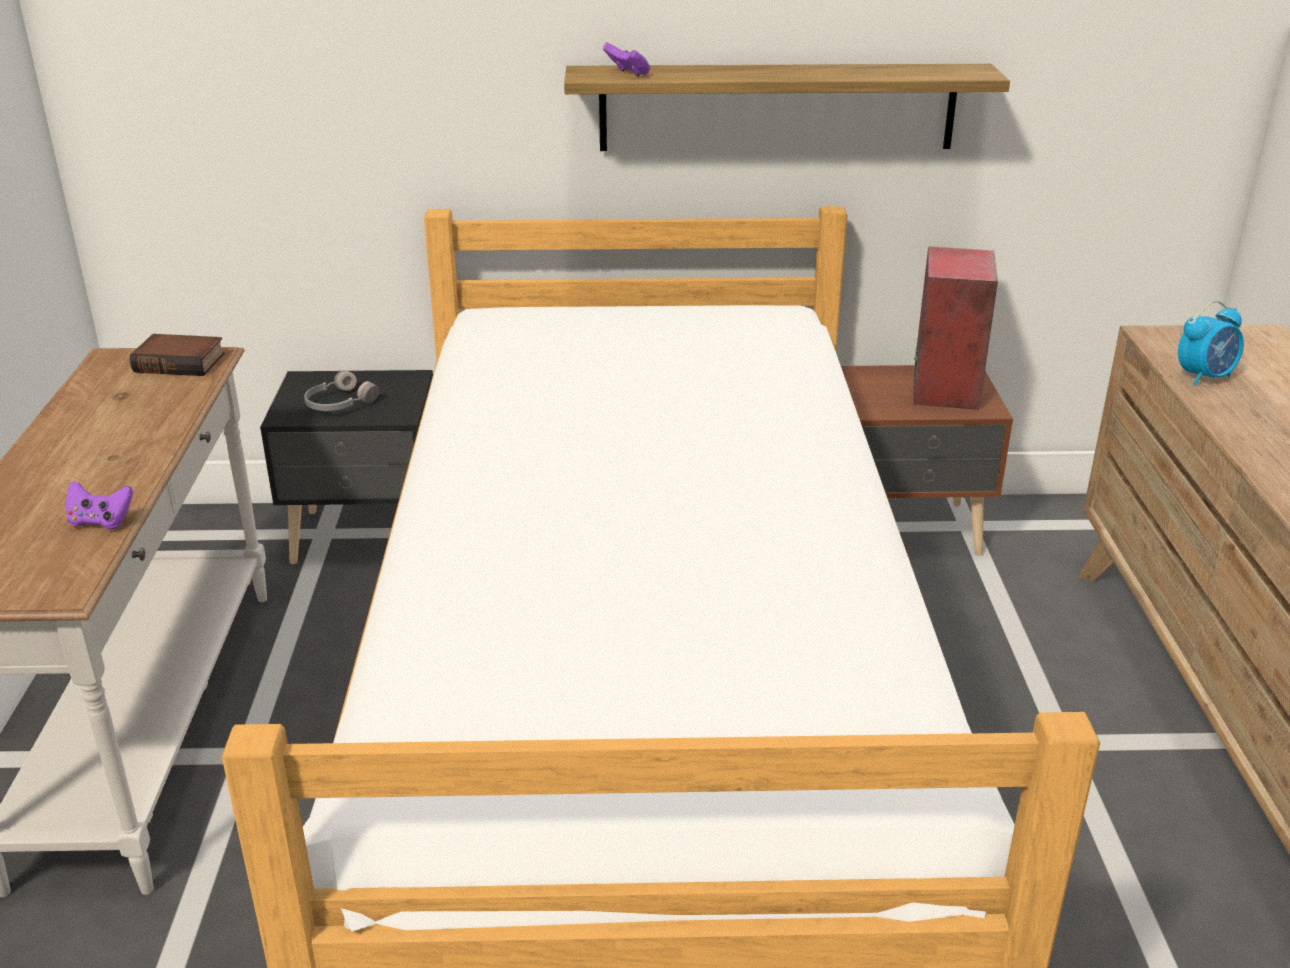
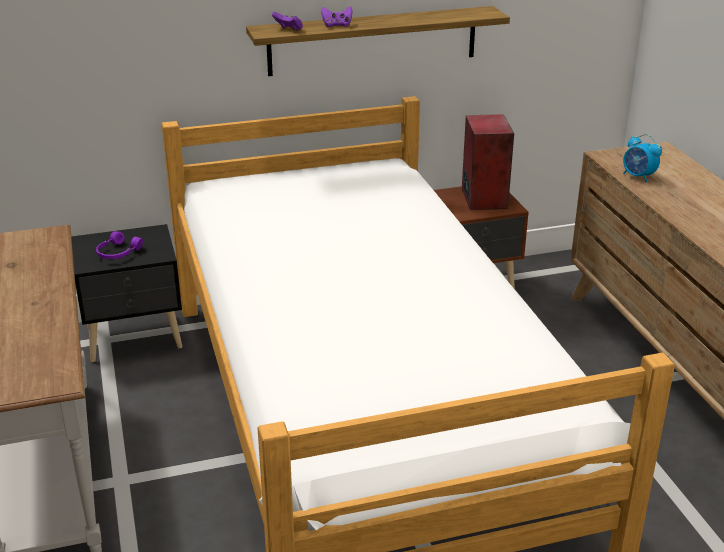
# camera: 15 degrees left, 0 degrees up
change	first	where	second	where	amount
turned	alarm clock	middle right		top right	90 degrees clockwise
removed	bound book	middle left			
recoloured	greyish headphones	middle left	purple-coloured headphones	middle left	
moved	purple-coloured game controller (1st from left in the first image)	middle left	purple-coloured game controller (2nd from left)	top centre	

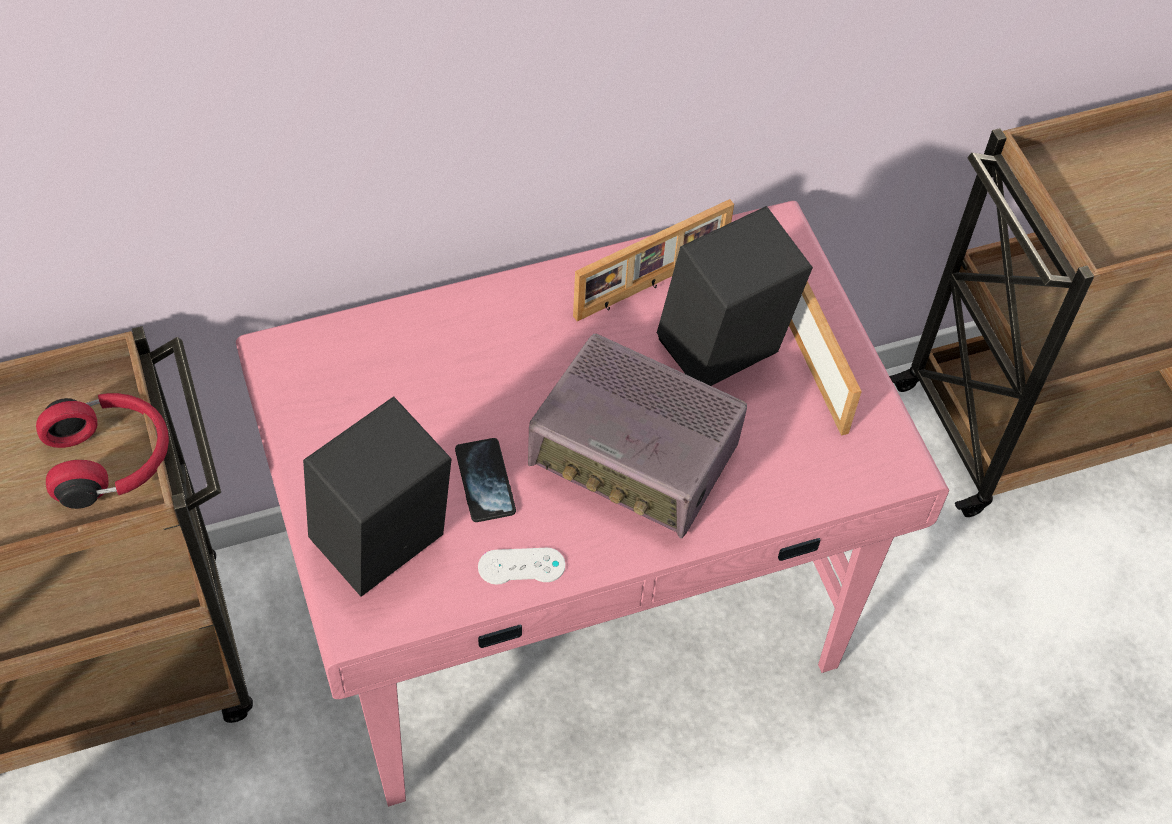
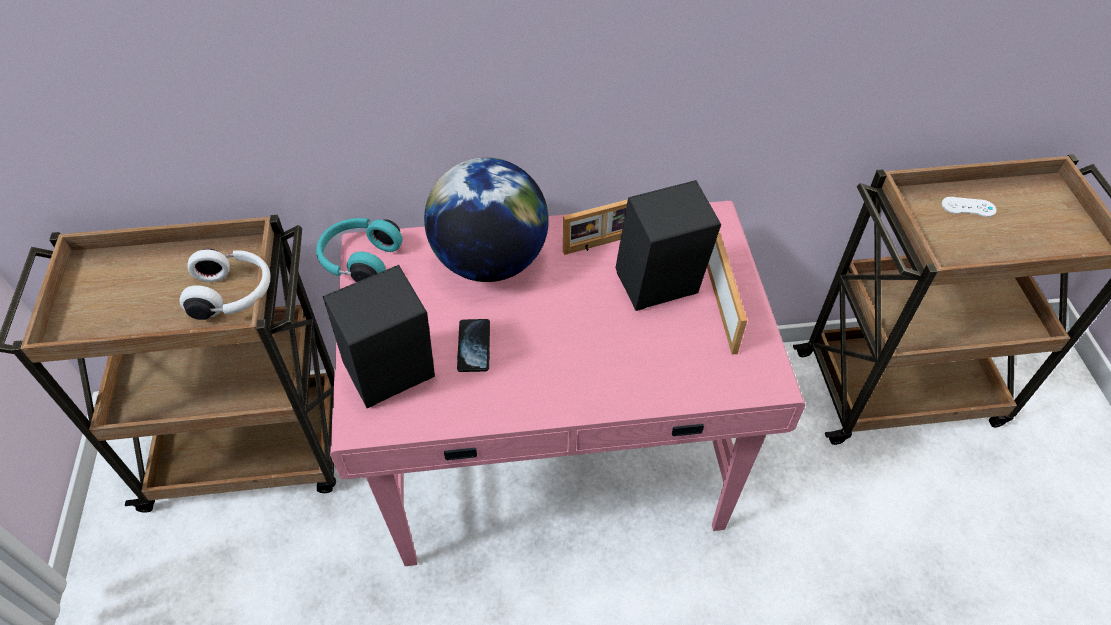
# camera: 15 degrees right, 5 degrees down
change	first	where	second	where	amount
removed	radio	centre			
recoloured	red headphones	middle left	white-coloured headphones	middle left	
moved	white-coloured game controller	bottom centre		top right	
added			desk globe	centre	
added			blue-green headphones	middle left	

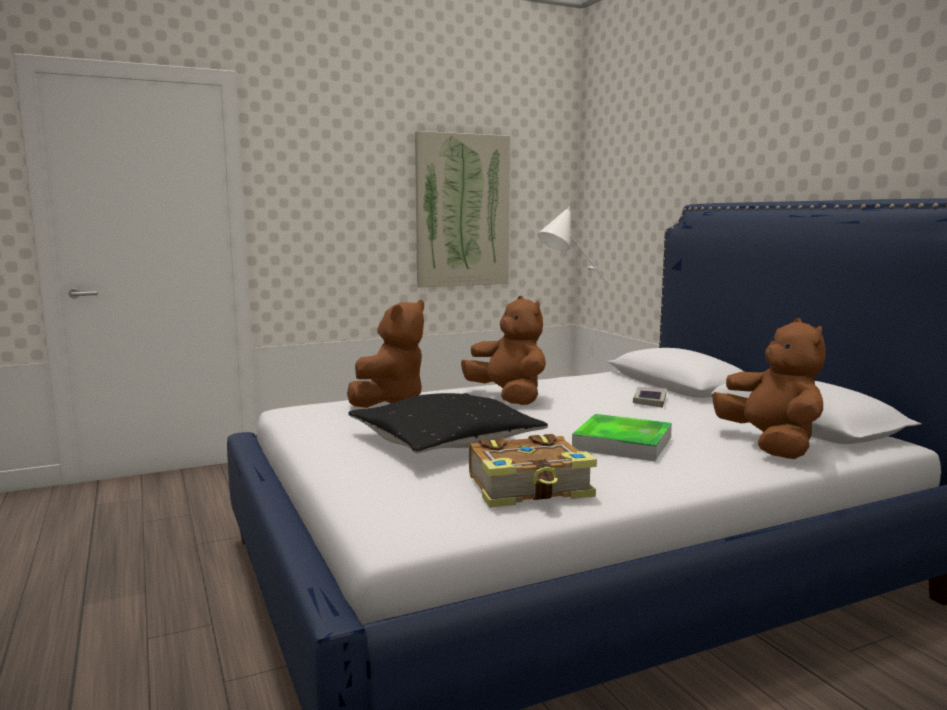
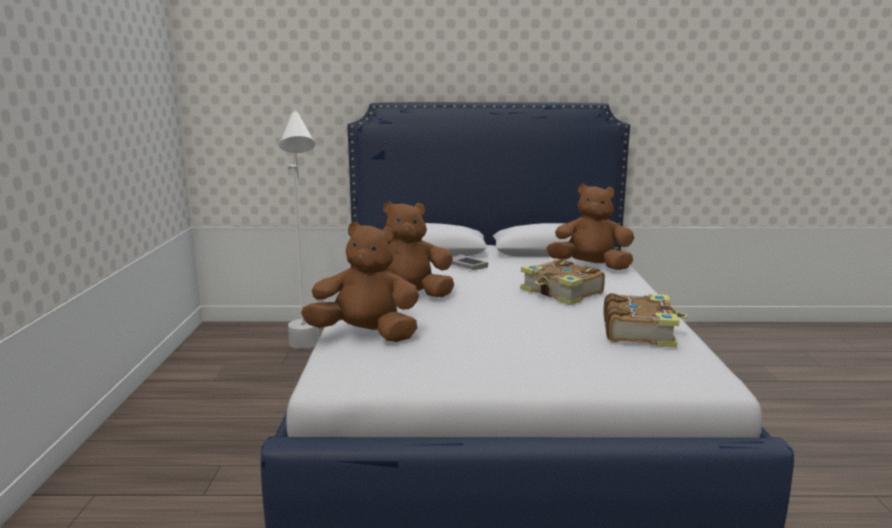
# camera: 65 degrees left, 5 degrees up
change	first	where	second	where	amount
removed	wall picture	top centre			
turned	brownish soft toy (1st from left)	centre		centre	45 degrees counterclockwise
removed	blackish pillow	centre			
replaced	carrying tray	centre	bound book (2nd from left)	centre	

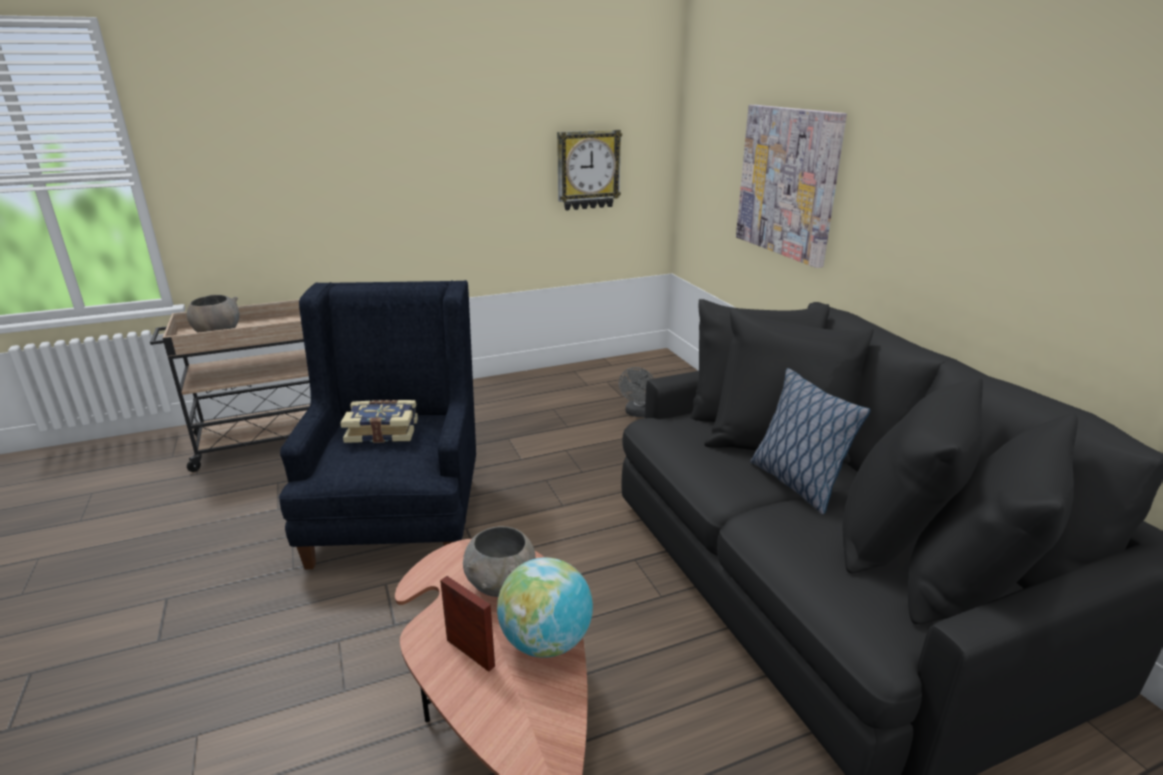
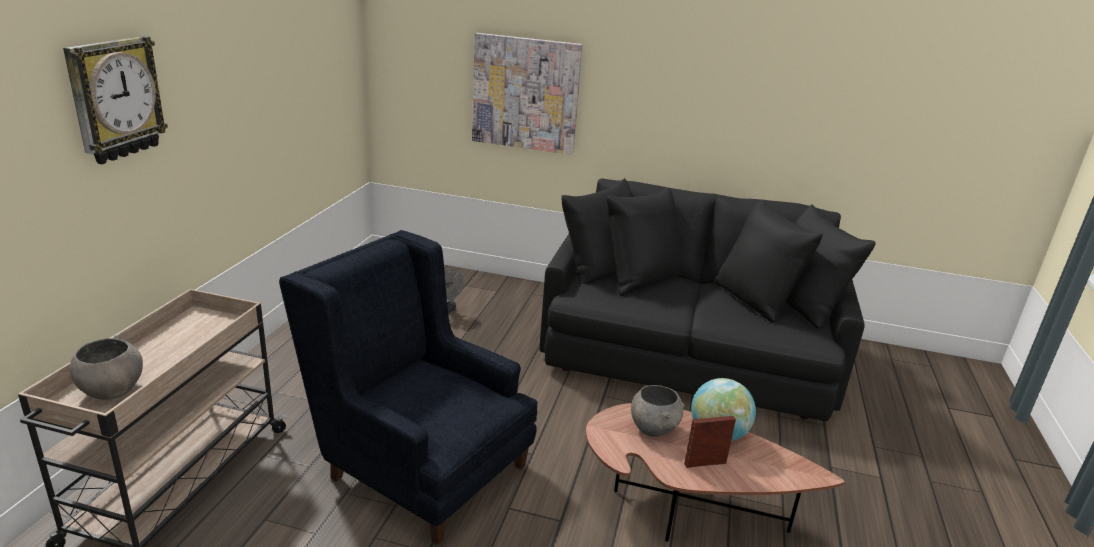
# camera: 55 degrees left, 0 degrees up
change	first	where	second	where	amount
moved	hanging clock	top centre		top left	
removed	pillow	middle right			
removed	bound book	middle left			

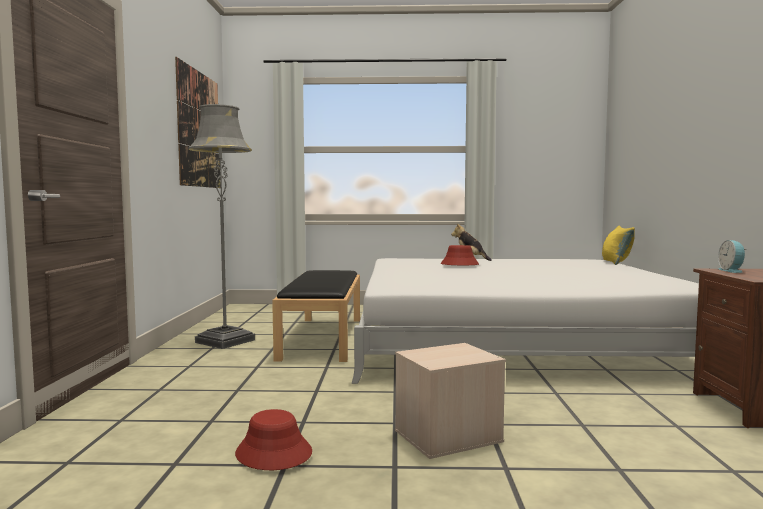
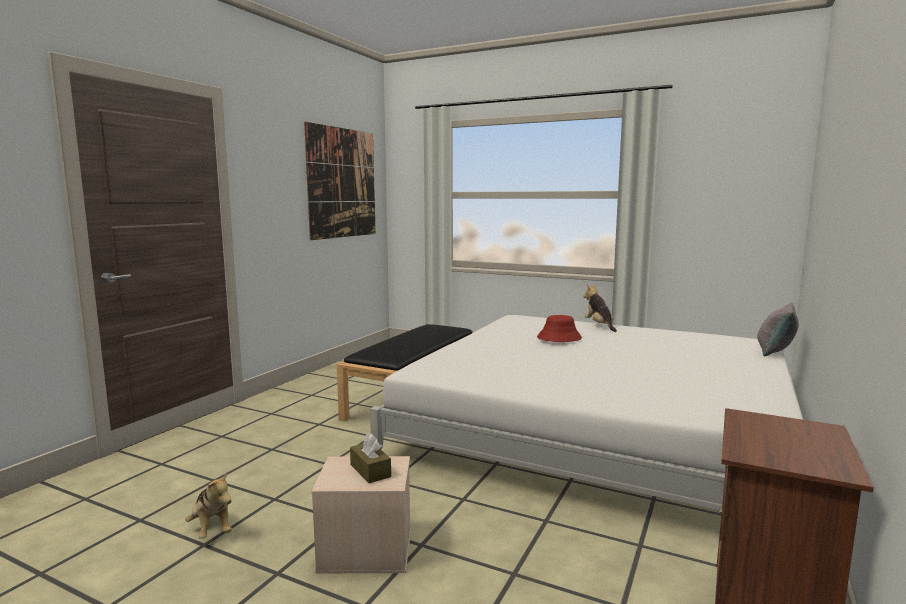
# camera: 25 degrees right, 5 degrees up
change	first	where	second	where	amount
removed	greyish standing lamp	middle left			
recoloured	yellowish pillow	middle right	greyish pillow	middle right	
removed	alarm clock	middle right			
replaced	red wearable hat (1st from left)	bottom centre	soft toy (1st from left)	bottom left	
added			brownish box of tissues	bottom centre	

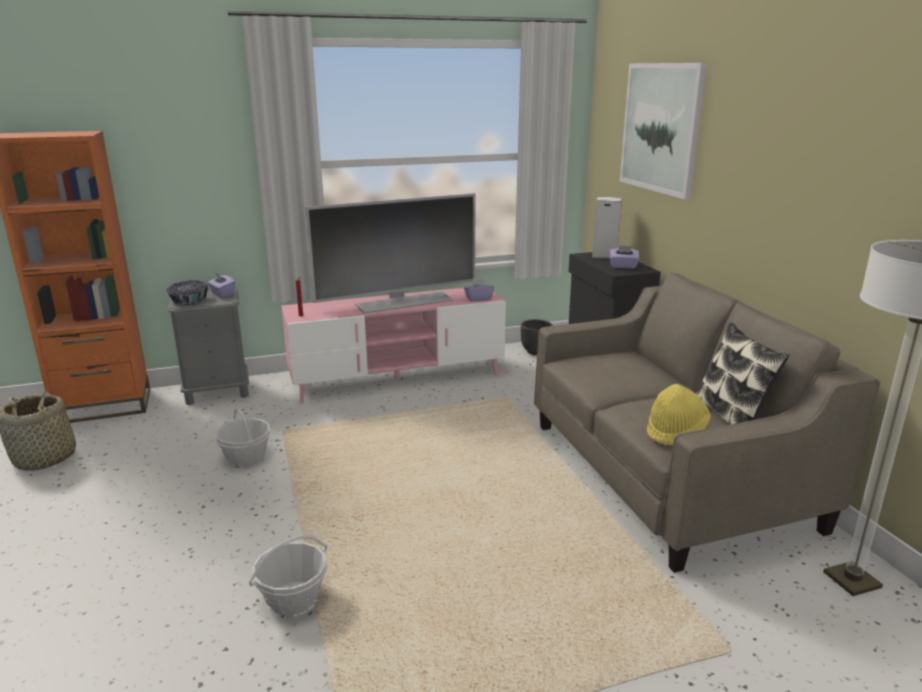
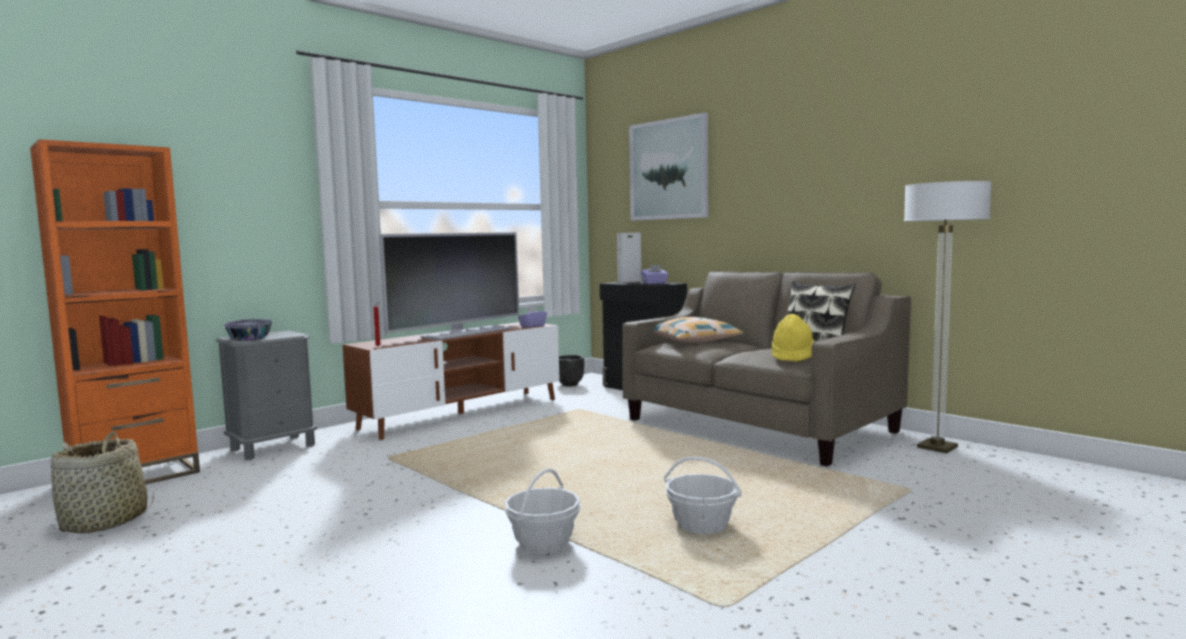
# camera: 25 degrees left, 15 degrees down
change	first	where	second	where	amount
removed	purple-coloured box of tissues (1st from left)	middle left			
recoloured	pinkish tv stand	centre	brownish tv stand	centre	
moved	storage basket (2nd from left in the first image)	middle left	storage basket (3rd from left)	bottom centre	
added			pillow (1st from left)	centre	

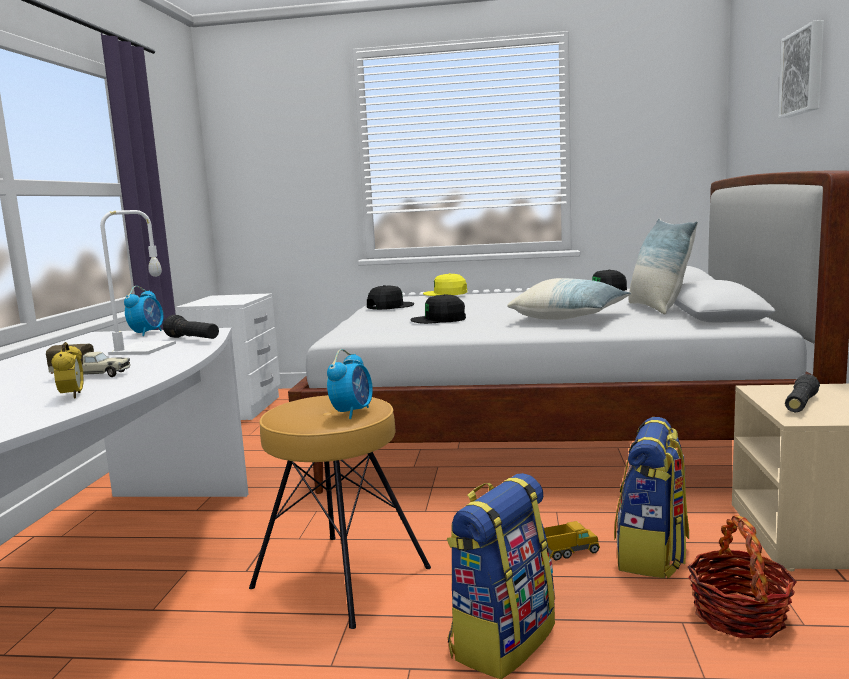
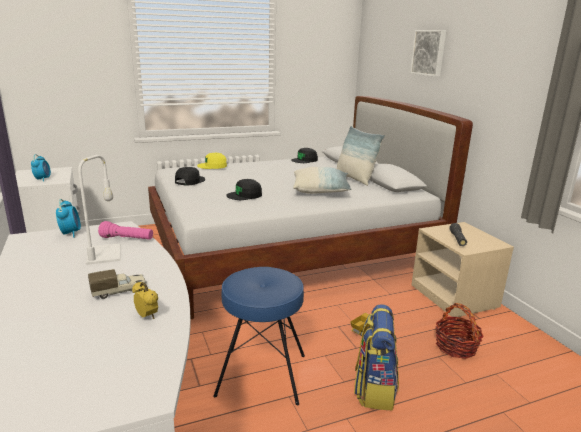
# camera: 30 degrees left, 10 degrees up
change	first	where	second	where	amount
recoloured	blackish torch (1st from left)	middle left	pinkish torch	middle left	
moved	alarm clock (3rd from left in the first image)	centre	alarm clock (1st from left)	middle left	
recoloured	brownish stool	bottom centre	blue stool	bottom centre	
removed	rucksack (2nd from left)	bottom right			

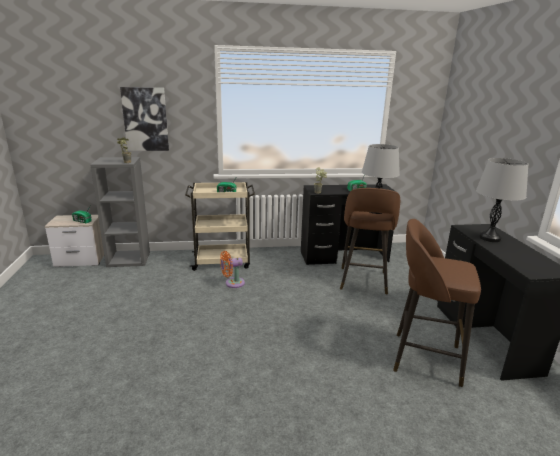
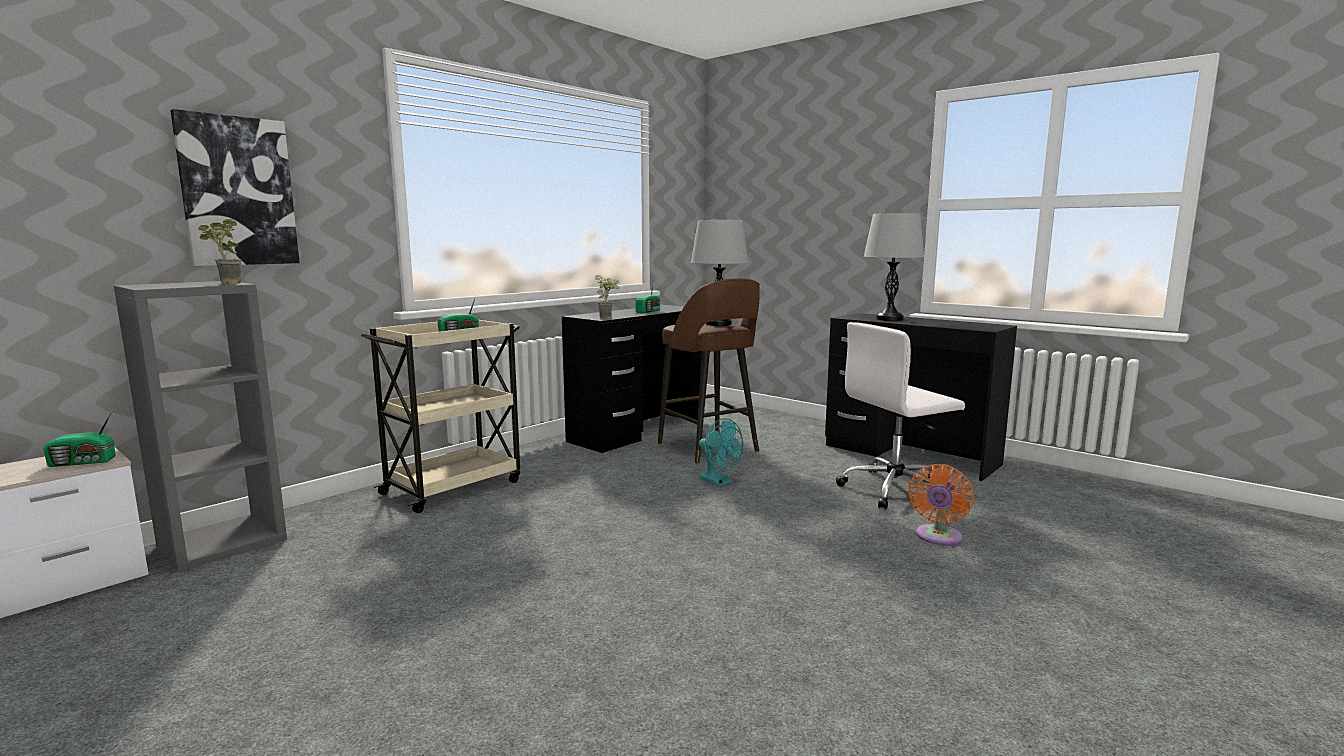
# camera: 40 degrees left, 10 degrees down
change	first	where	second	where	amount
replaced	brownish stool (2nd from left)	middle right	white-coloured desk chair	middle right	
moved	orange cooling fan	centre		bottom right	
added			blue-green cooling fan	centre	

